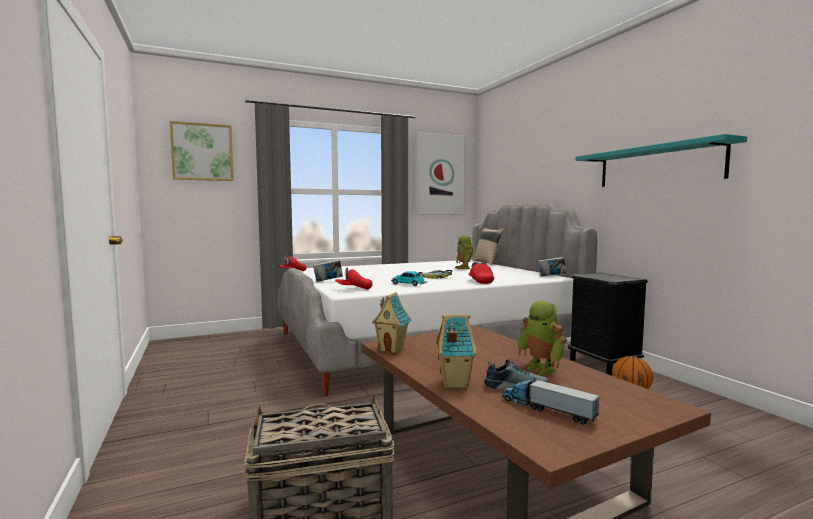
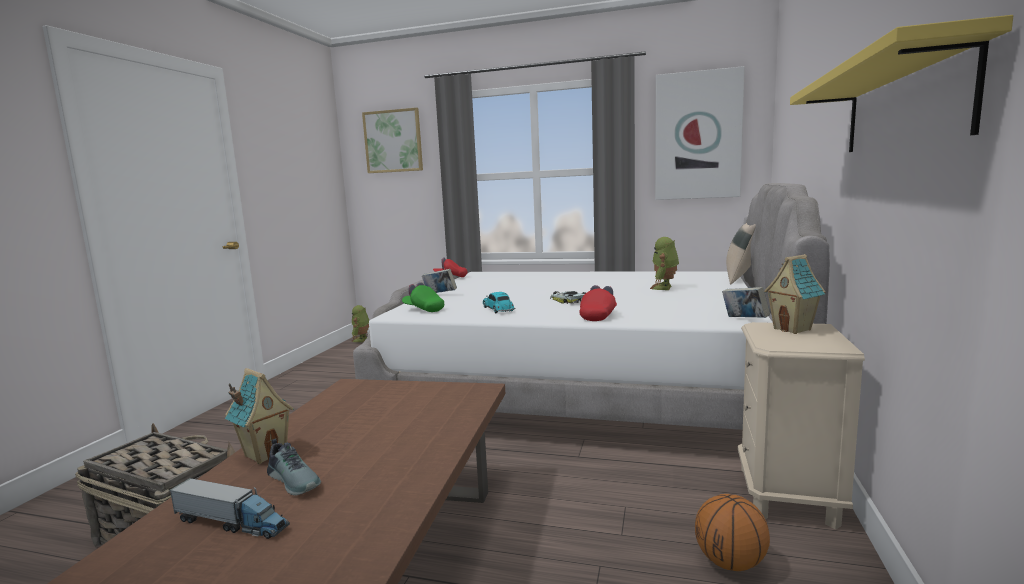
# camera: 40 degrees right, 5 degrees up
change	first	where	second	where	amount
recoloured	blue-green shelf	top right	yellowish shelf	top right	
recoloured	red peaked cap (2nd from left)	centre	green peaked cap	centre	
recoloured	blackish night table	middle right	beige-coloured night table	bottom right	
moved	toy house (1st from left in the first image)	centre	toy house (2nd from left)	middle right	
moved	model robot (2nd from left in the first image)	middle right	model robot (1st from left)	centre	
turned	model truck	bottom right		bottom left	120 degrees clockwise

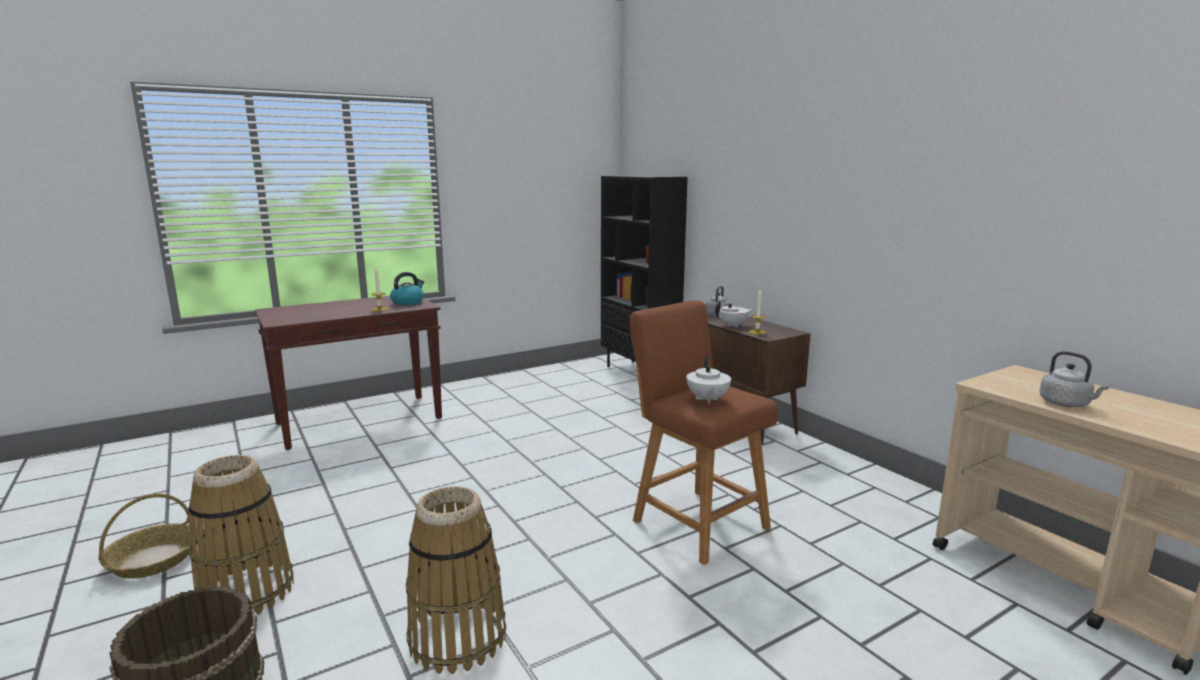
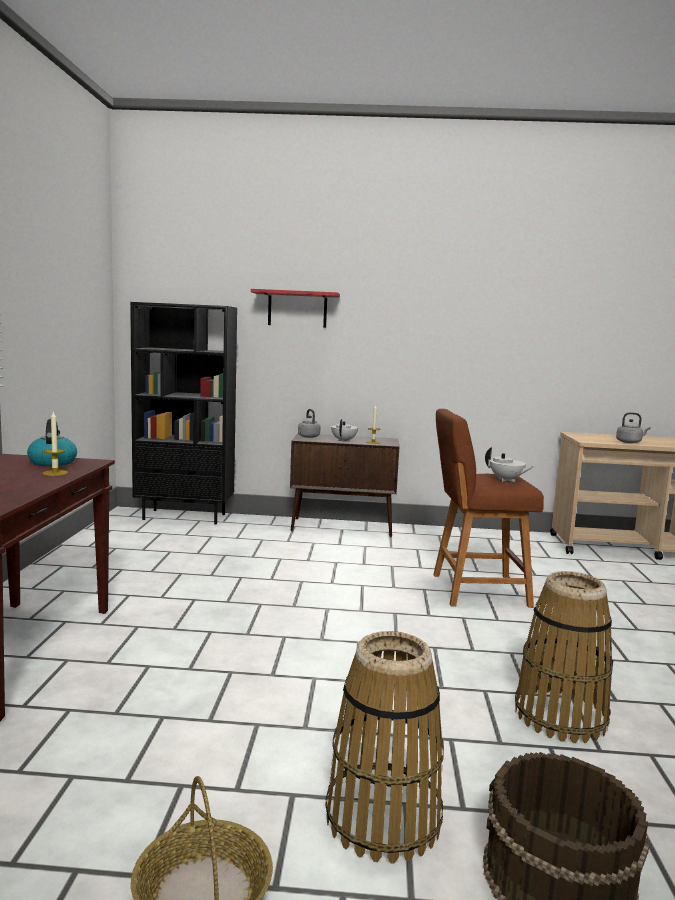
# camera: 55 degrees left, 5 degrees down
change	first	where	second	where	amount
added			red shelf	centre	

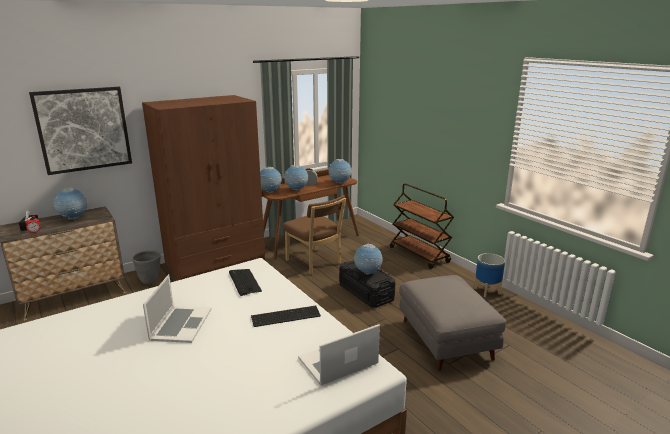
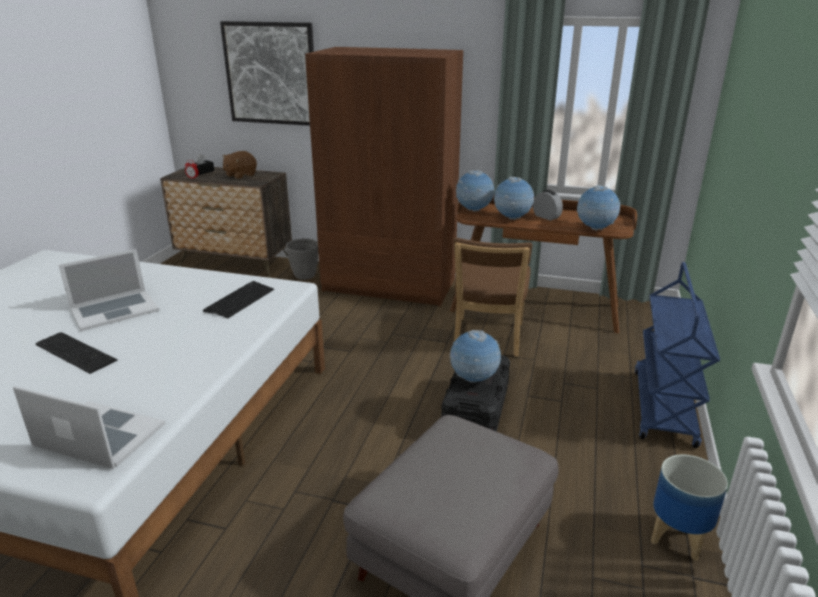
# camera: 50 degrees right, 5 degrees up
change	first	where	second	where	amount
recoloured	brownish wheeled cart	centre	blue wheeled cart	middle right	
replaced	desk globe (1st from left)	middle left	brownish soft toy	top left	
moved	PC keyboard (2nd from left in the first image)	bottom centre	PC keyboard (1st from left)	middle left	

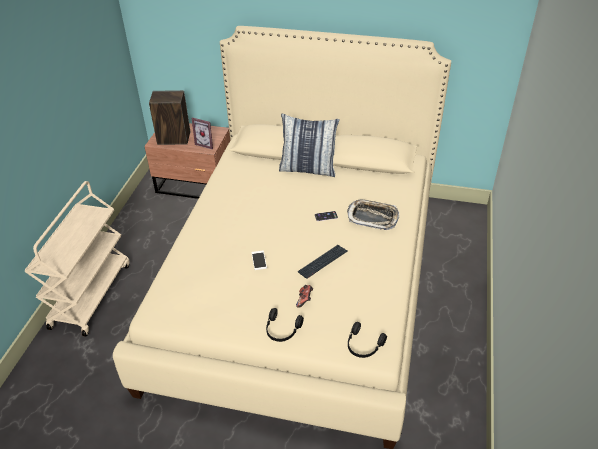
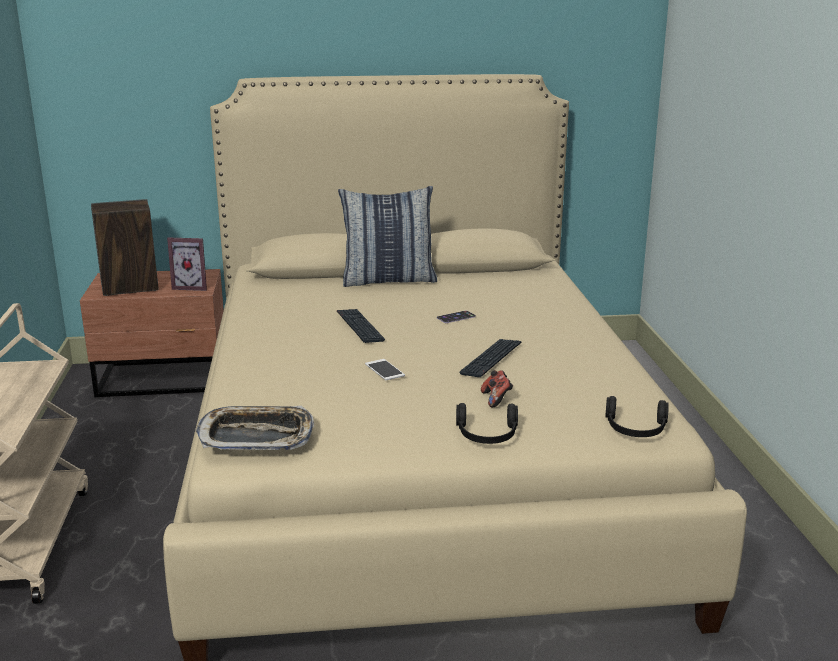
# camera: 20 degrees left, 20 degrees down
change	first	where	second	where	amount
moved	carrying tray	centre		middle left	
added			PC keyboard (1st from left)	centre	

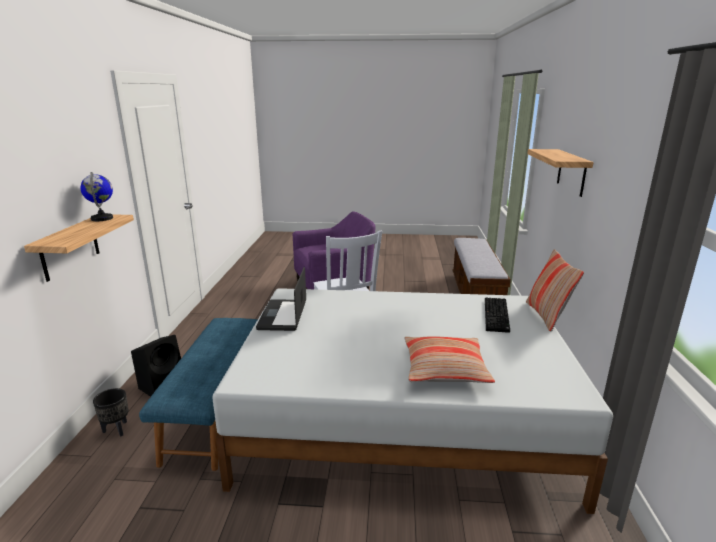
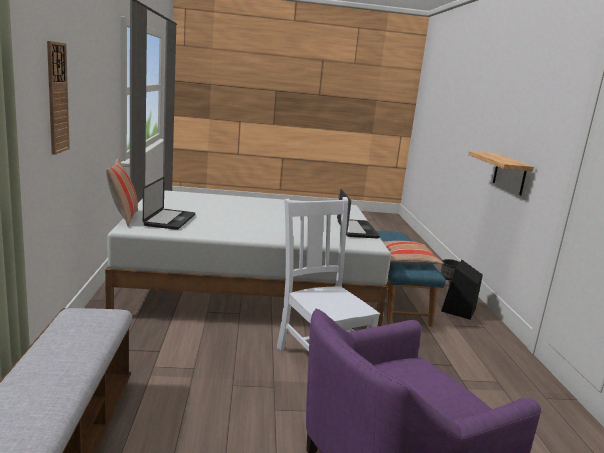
# camera: 170 degrees right, 5 degrees down
change	first	where	second	where	amount
replaced	shelf (2nd from left)	top right	hanging clock	top left	
removed	desk globe	middle left			
replaced	PC keyboard	middle right	portable computer (1st from left)	middle left	
moved	pillow (1st from left in the first image)	centre	pillow (2nd from left)	middle right	

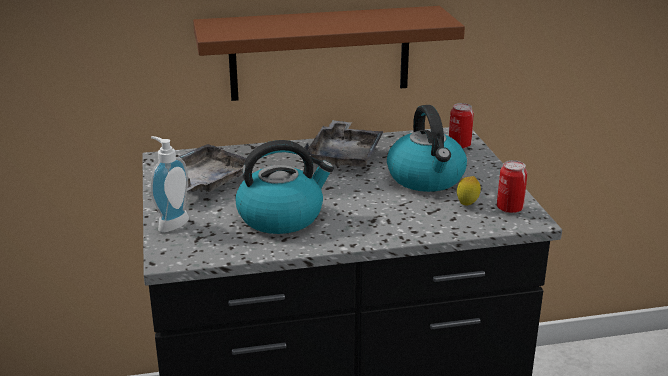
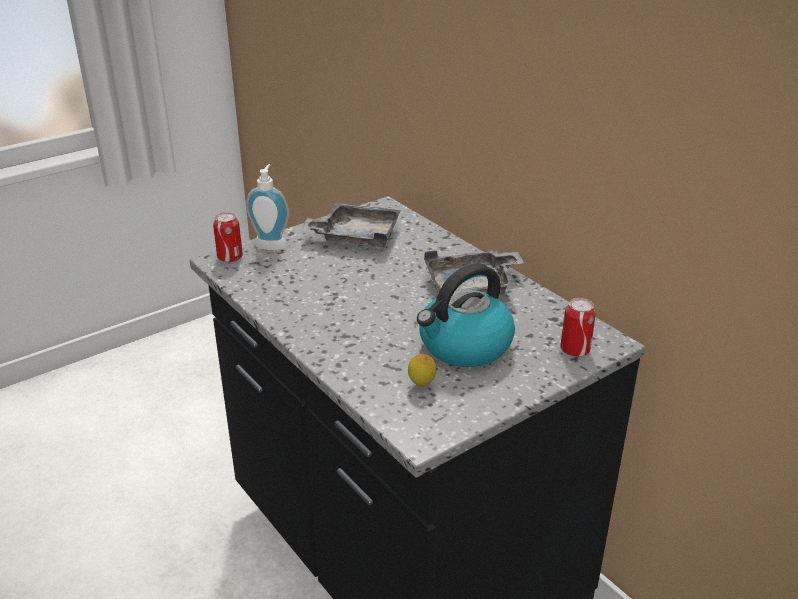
# camera: 65 degrees right, 5 degrees up
change	first	where	second	where	amount
removed	brownish shelf	top centre			
removed	water kettle (1st from left)	centre			
moved	sealed can (2nd from left in the first image)	middle right	sealed can (1st from left)	middle left	

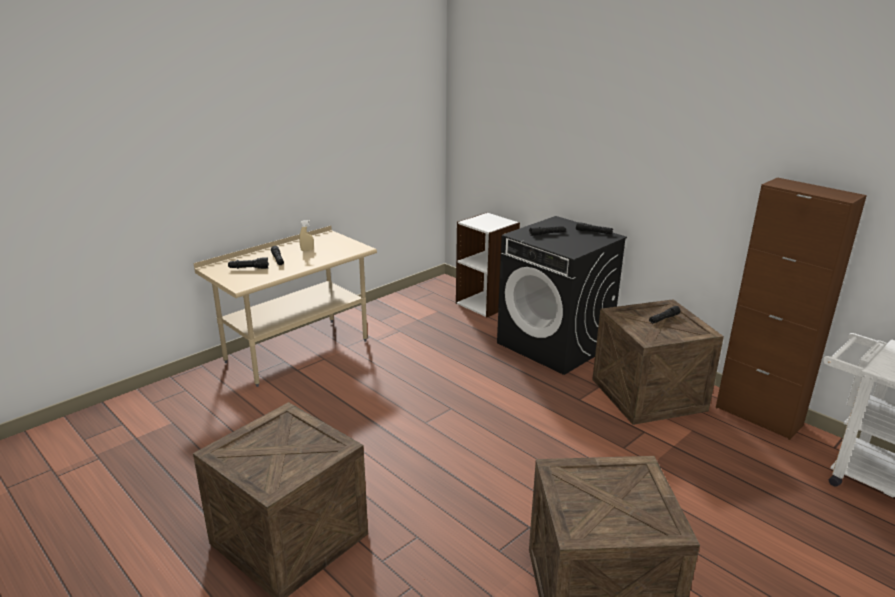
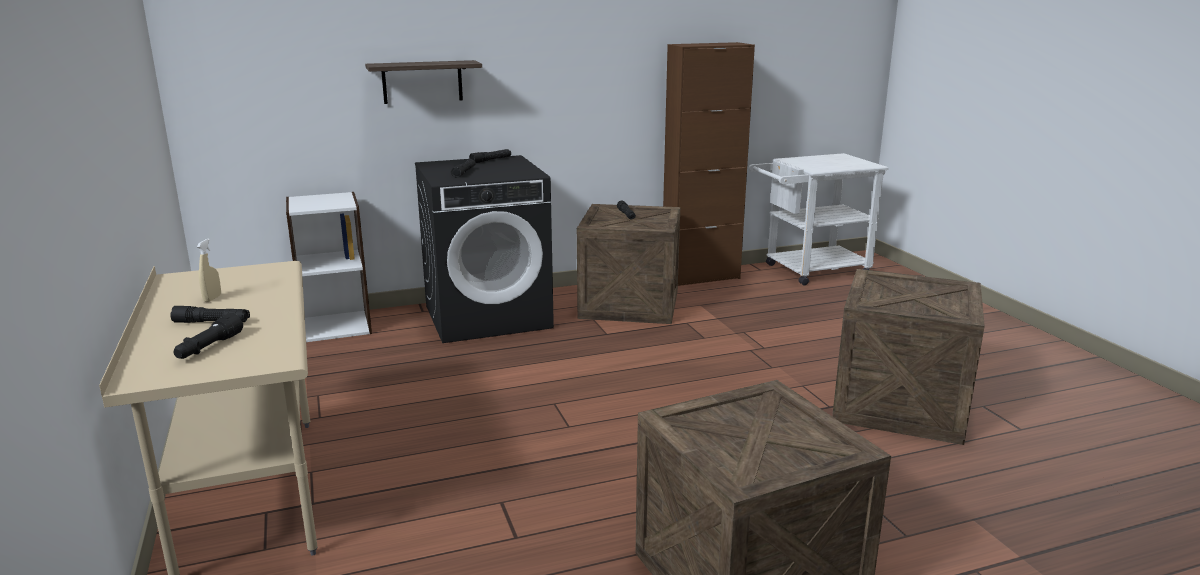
# camera: 65 degrees left, 5 degrees down
change	first	where	second	where	amount
added			shelf	top centre	

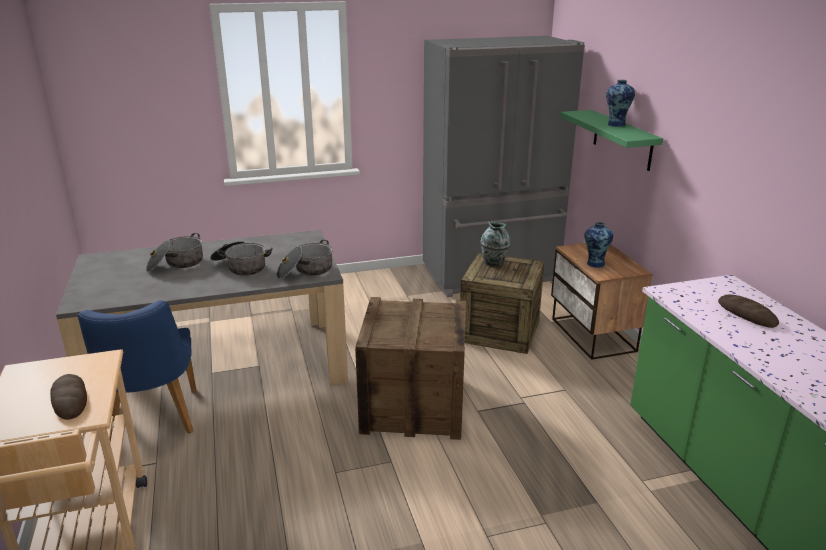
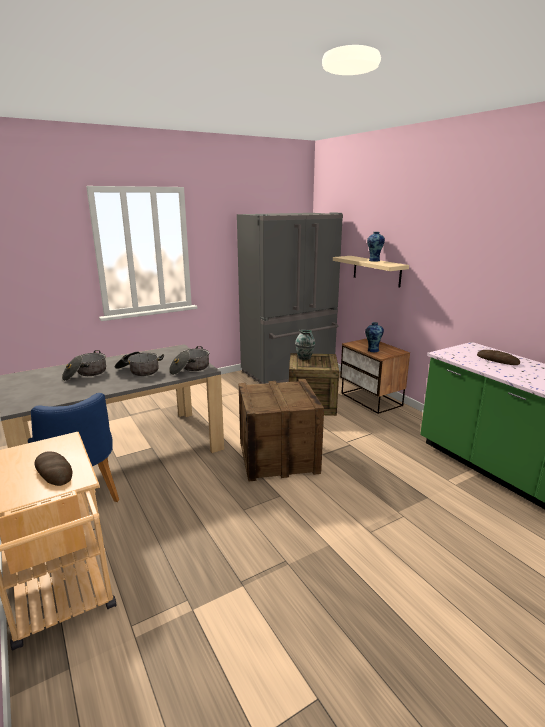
# camera: 15 degrees left, 5 degrees down
change	first	where	second	where	amount
recoloured	green shelf	top right	beige-coloured shelf	middle right	

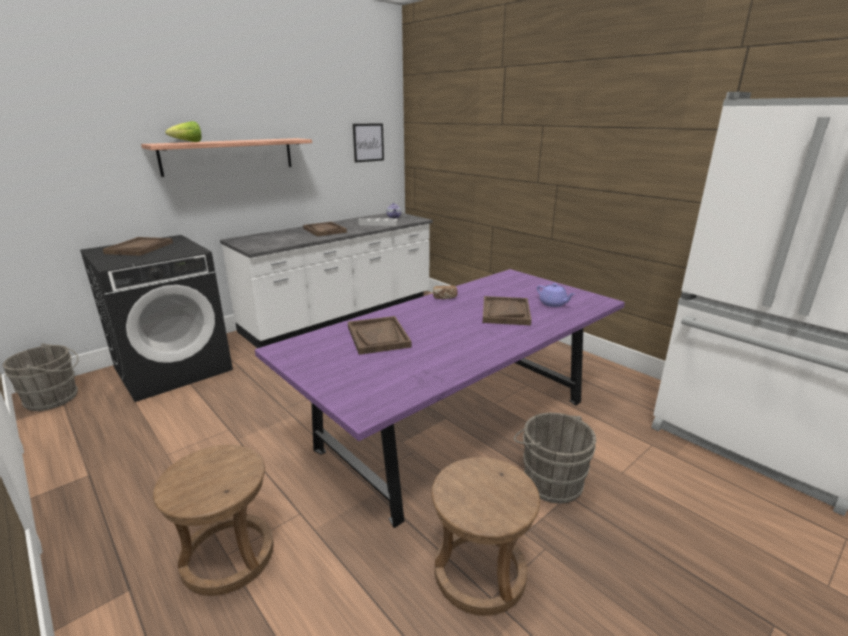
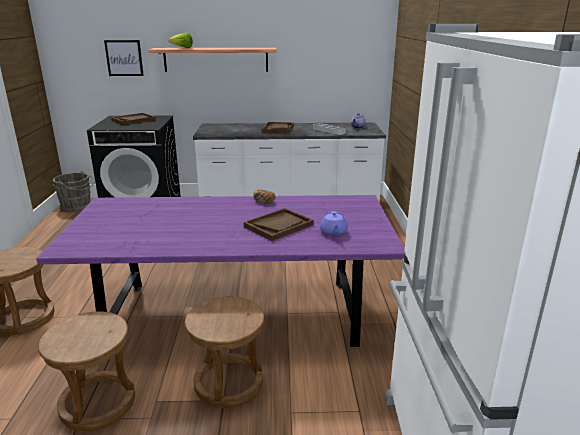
# camera: 40 degrees right, 0 degrees up
change	first	where	second	where	amount
moved	wall picture	top centre		top left	
removed	brownish carrying tray (3rd from left)	centre			
replaced	greyish pail (2nd from left)	bottom centre	brownish stool (3rd from left)	bottom centre	

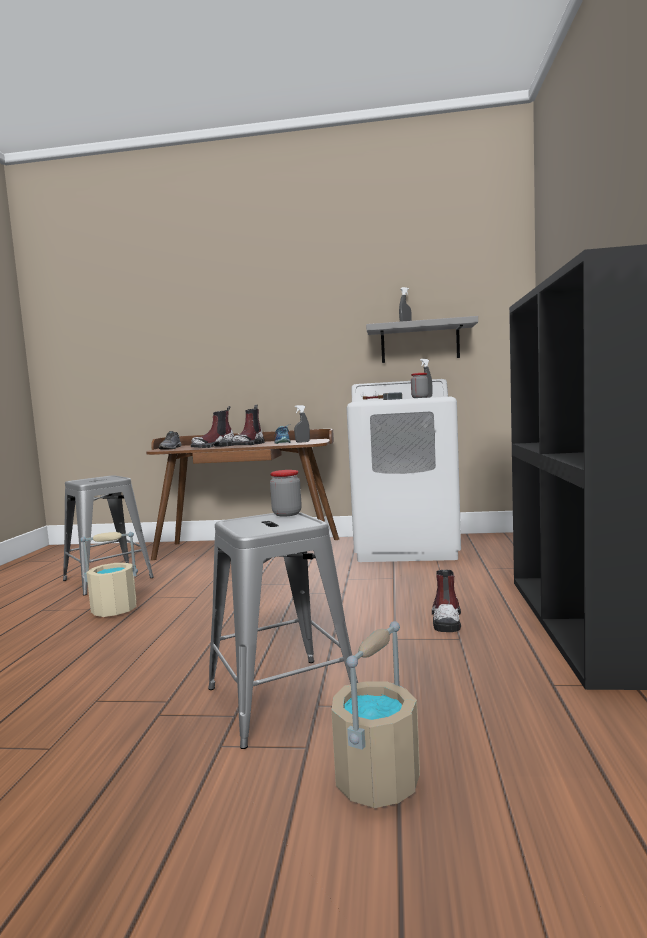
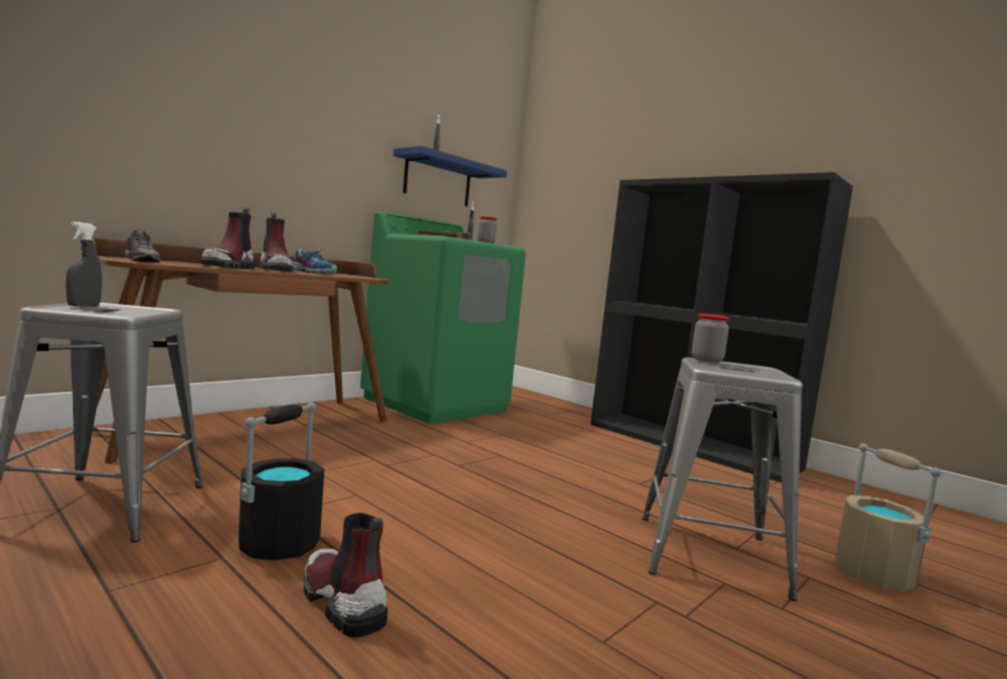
# camera: 55 degrees left, 0 degrees up
change	first	where	second	where	amount
recoloured	greyish shelf	centre	blue shelf	top centre	
recoloured	white-coloured laundry machine	centre	green laundry machine	centre	
moved	greyish hand sprayer (1st from left)	centre		middle left	
recoloured	beige-coloured pail (1st from left)	middle left	blackish pail	bottom left	
moved	tall boot (3rd from left)	middle right		bottom centre	

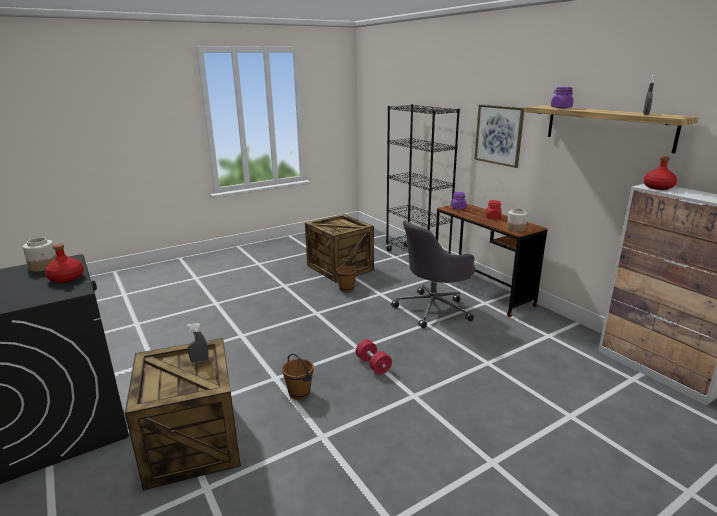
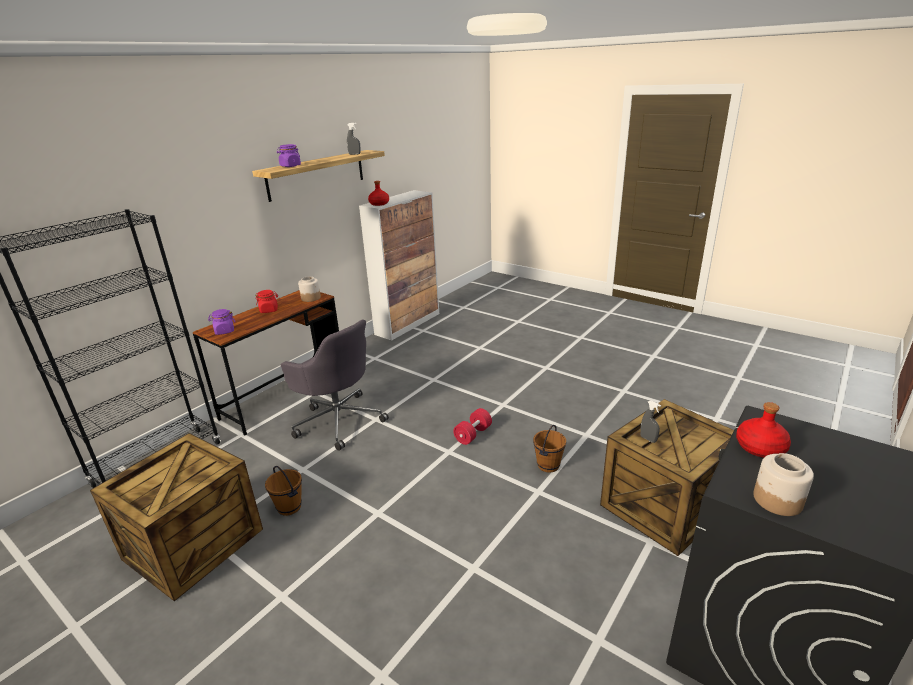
# camera: 110 degrees left, 5 degrees up
change	first	where	second	where	amount
removed	wall picture	top right			

